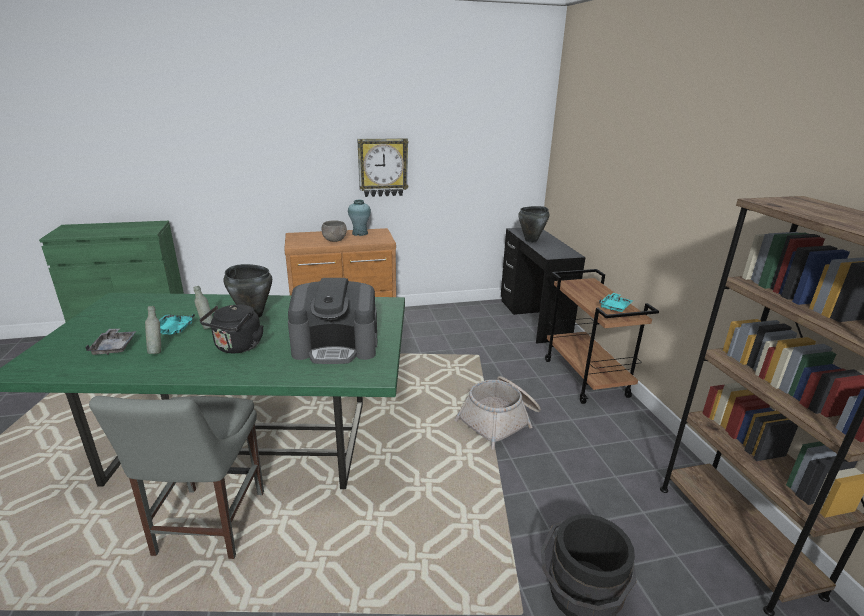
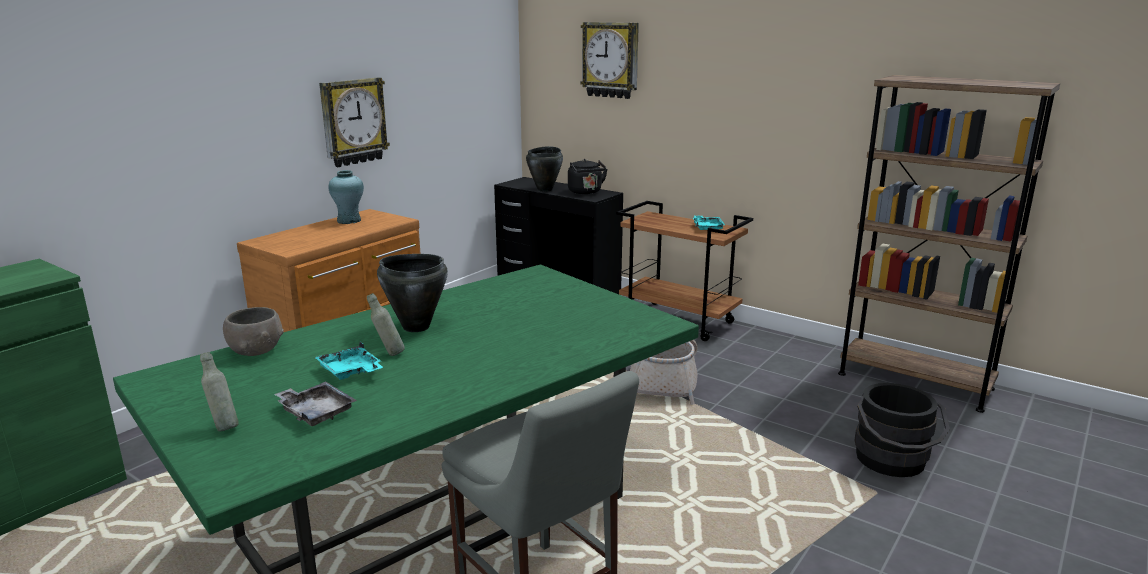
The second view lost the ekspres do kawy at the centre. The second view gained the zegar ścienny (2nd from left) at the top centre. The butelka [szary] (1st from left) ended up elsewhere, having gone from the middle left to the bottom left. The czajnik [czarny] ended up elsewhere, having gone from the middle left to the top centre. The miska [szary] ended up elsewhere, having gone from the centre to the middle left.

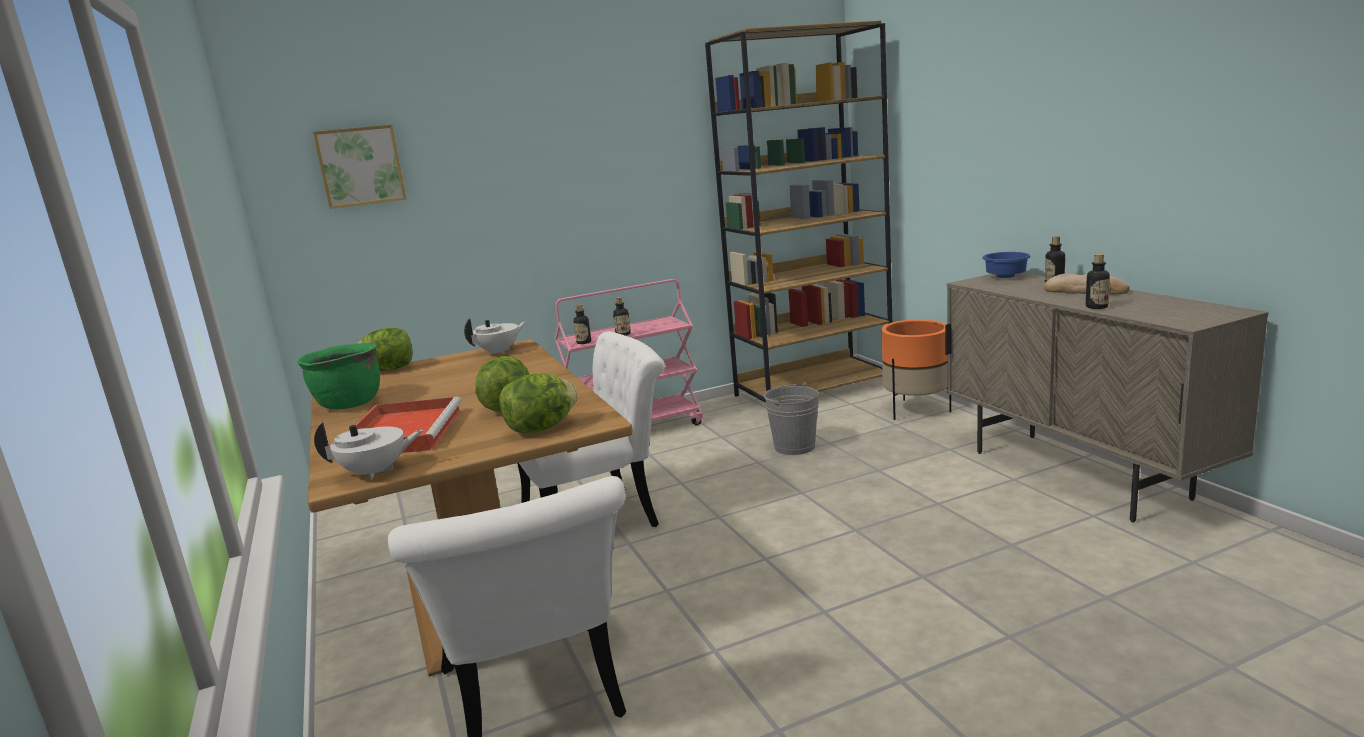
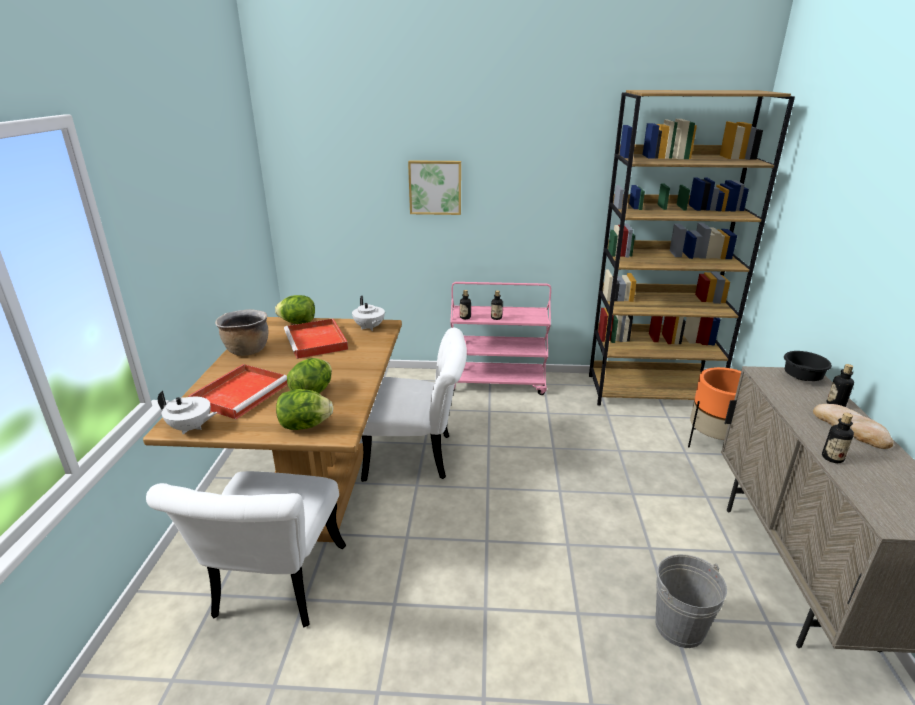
The second view gained the taca [czerwony] (2nd from left) at the centre. The obraz ended up elsewhere, having gone from the top left to the top centre. The wiadro [szary] ended up elsewhere, having gone from the centre to the bottom right. What was the garnek [zielony] at the middle left turned into the garnek [brązowy] at the middle left. What was the miska [niebieski] at the middle right turned into the miska [czarny] at the middle right. The imbryk [biały] (2nd from left) at the centre ended up facing another way, 75 degrees clockwise from before.

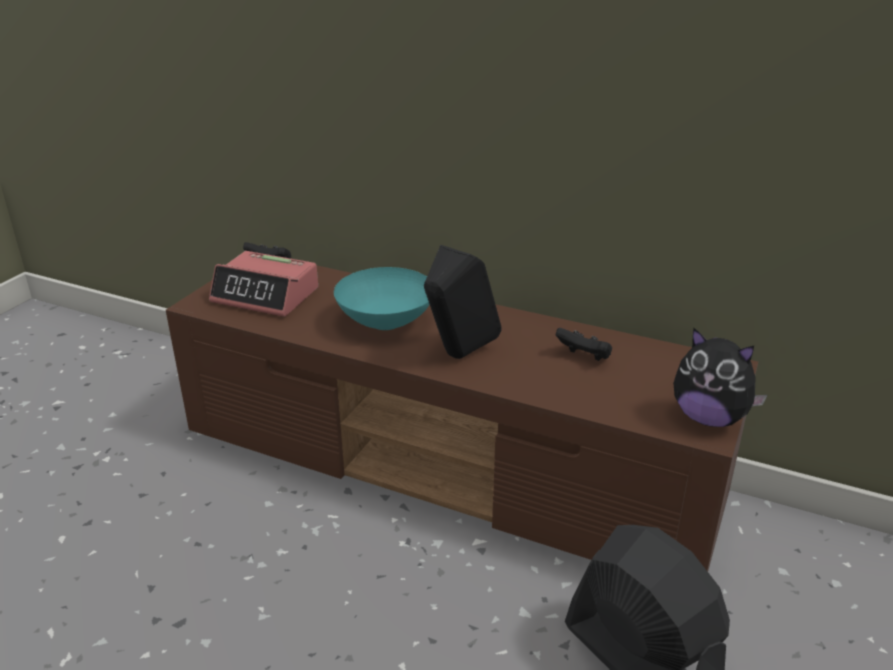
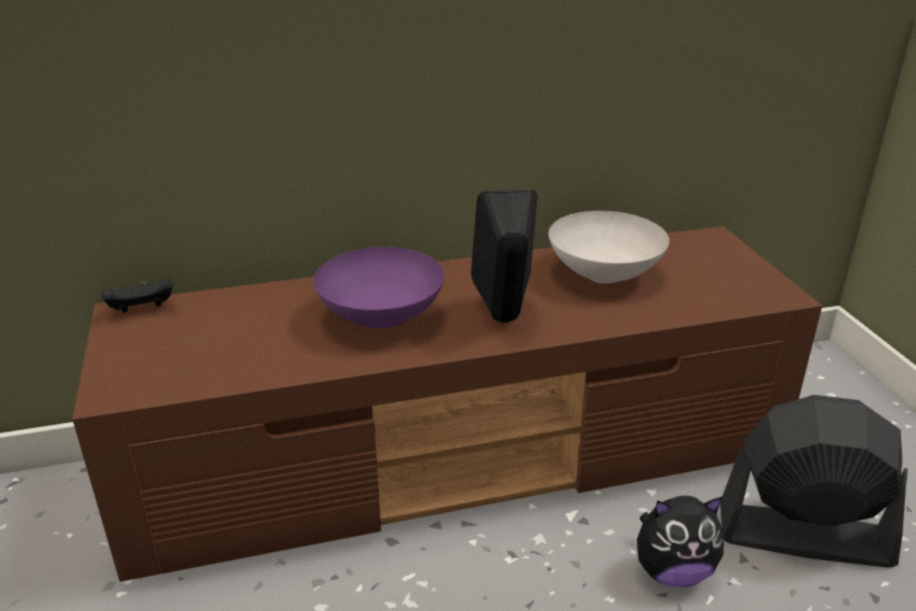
The second view lost the budzik at the middle left. The pluszak ended up elsewhere, having gone from the middle right to the bottom right. Where the pad do gier [czarny] (2nd from left) stood at the centre, the miska [biały] came to stand at the centre. What was the miska [turkusowy] at the centre turned into the miska [fioletowy] at the centre.

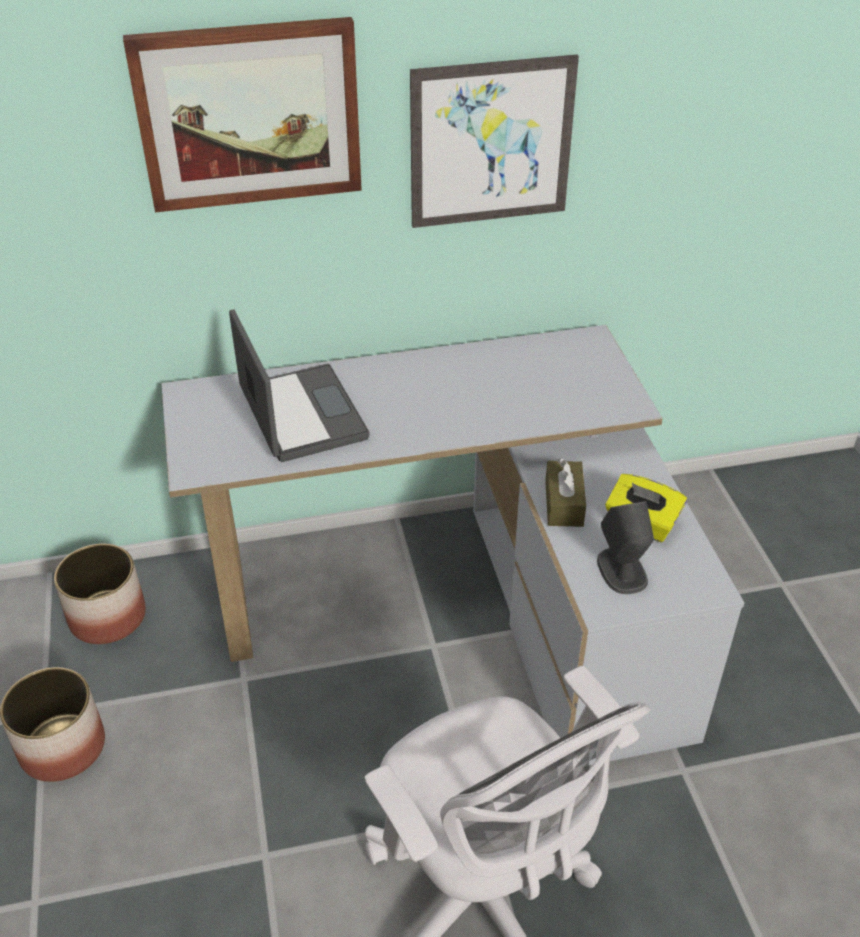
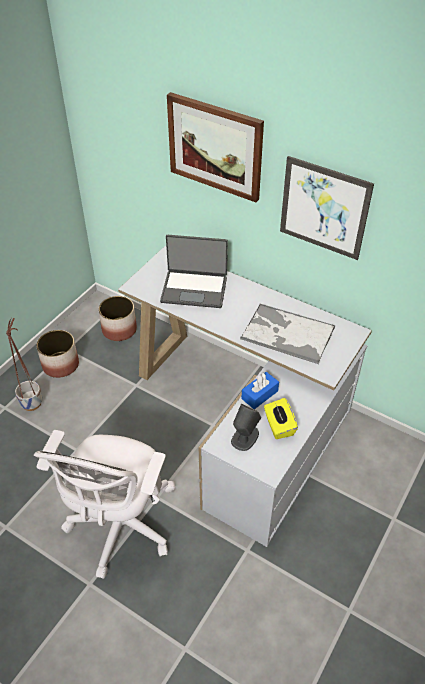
The second view gained the donica (1st from left) at the middle left. The second view gained the taca at the middle right. What was the pudełko chusteczek [brązowy] at the centre turned into the pudełko chusteczek [niebieski] at the centre. The laptop at the centre ended up facing another way, 75 degrees clockwise from before.

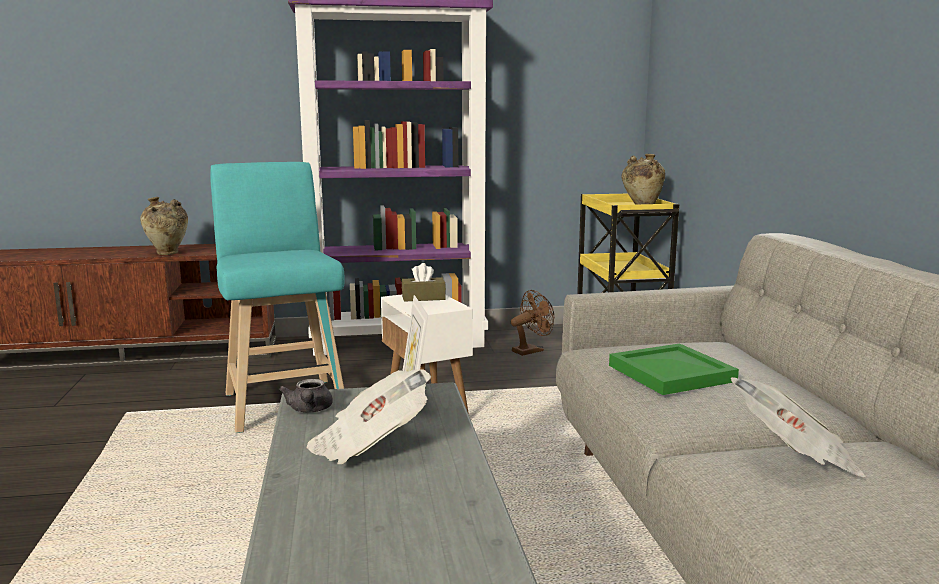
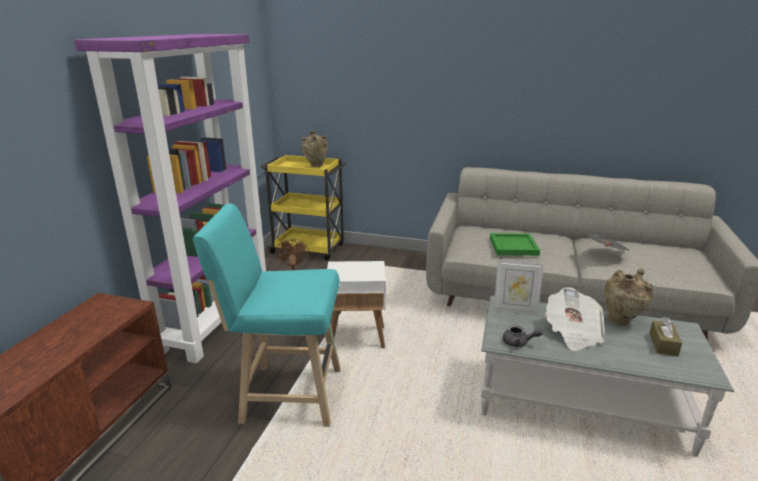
The wazon [beżowy] (1st from left in the first image) ended up elsewhere, having gone from the middle left to the middle right. The pudełko chusteczek [brązowy] ended up elsewhere, having gone from the centre to the bottom right.

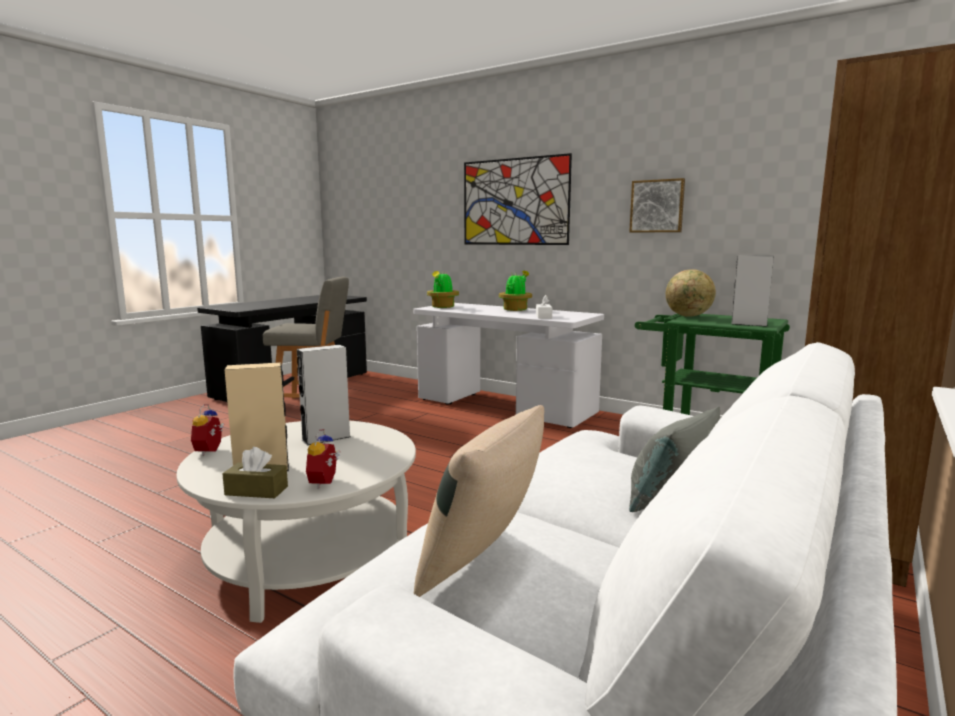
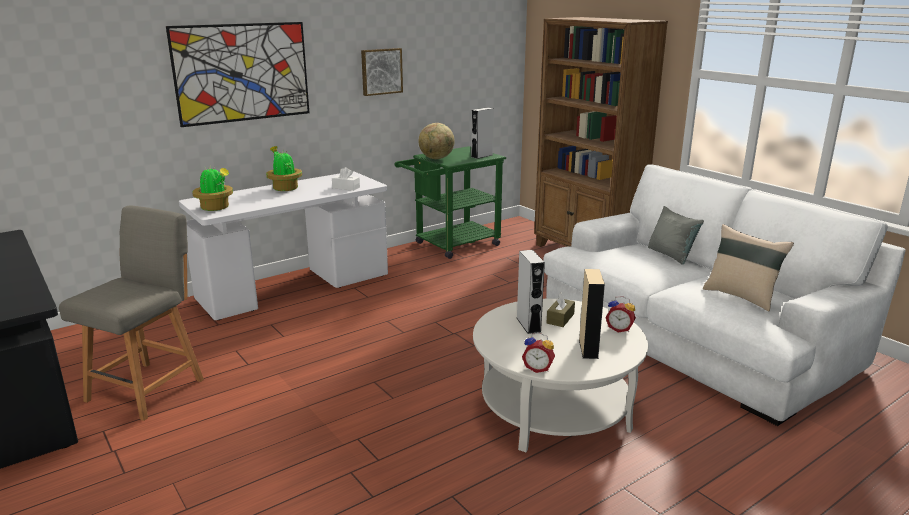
The pudełko chusteczek [brązowy] ended up elsewhere, having gone from the middle left to the centre.

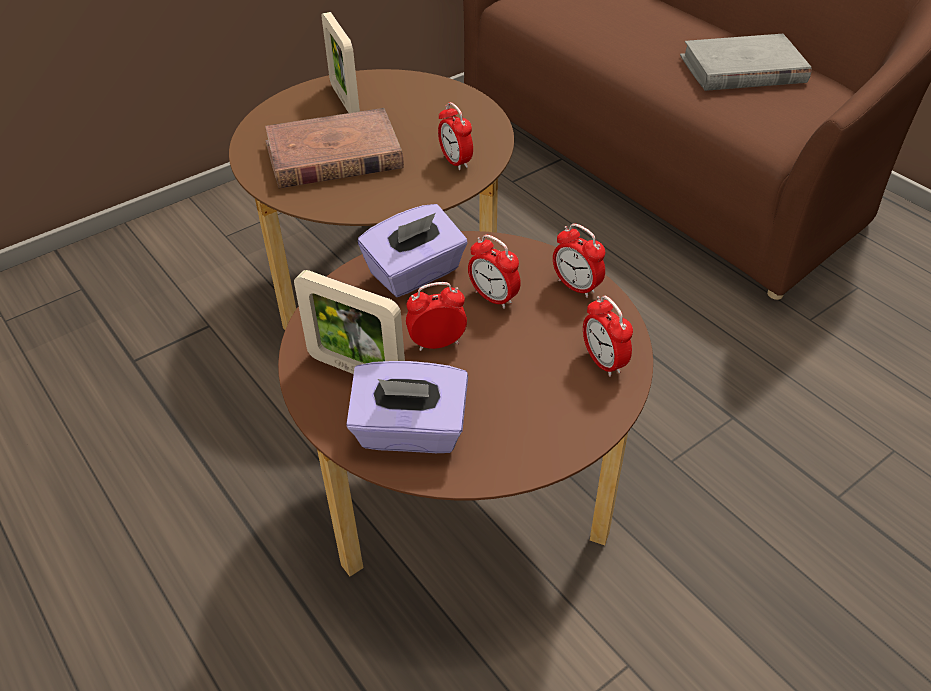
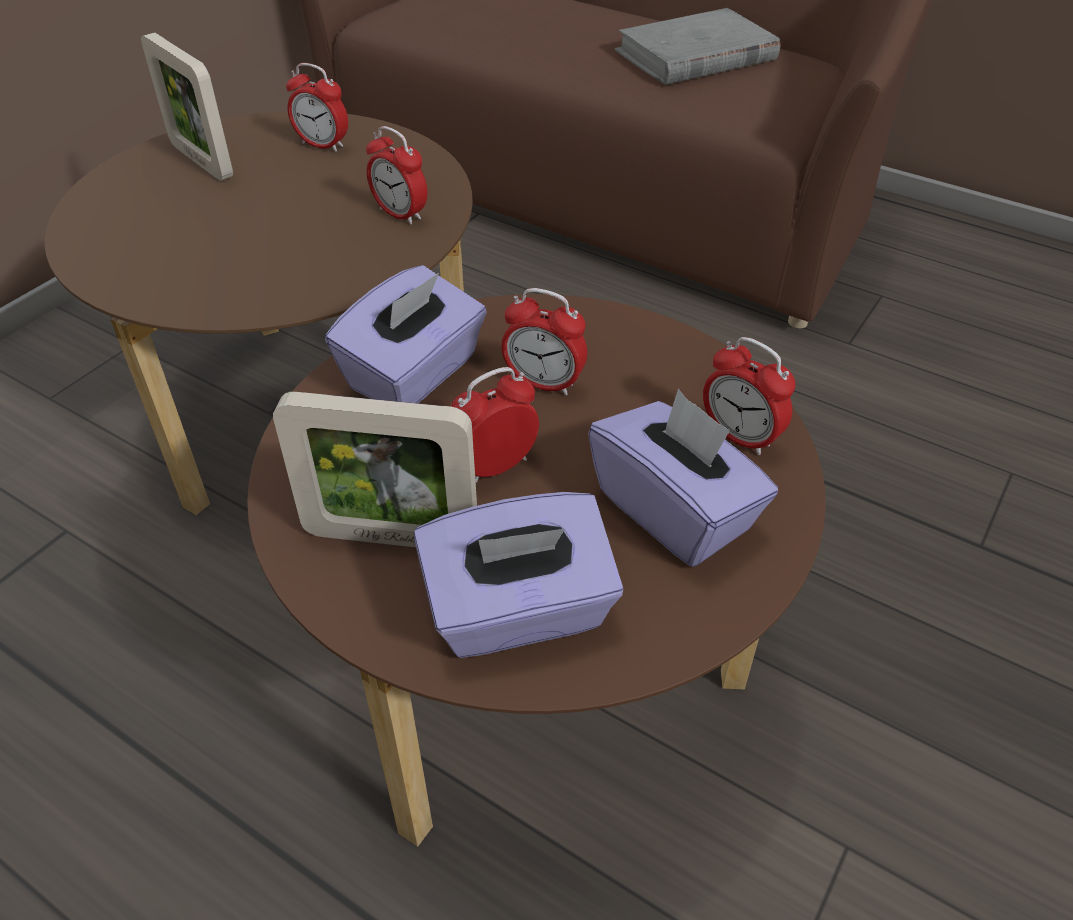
The second view lost the książka [brązowy] at the top centre. The second view gained the pudełko chusteczek [fioletowy] (3rd from left) at the centre. The budzik (4th from left in the first image) ended up elsewhere, having gone from the centre to the top left.

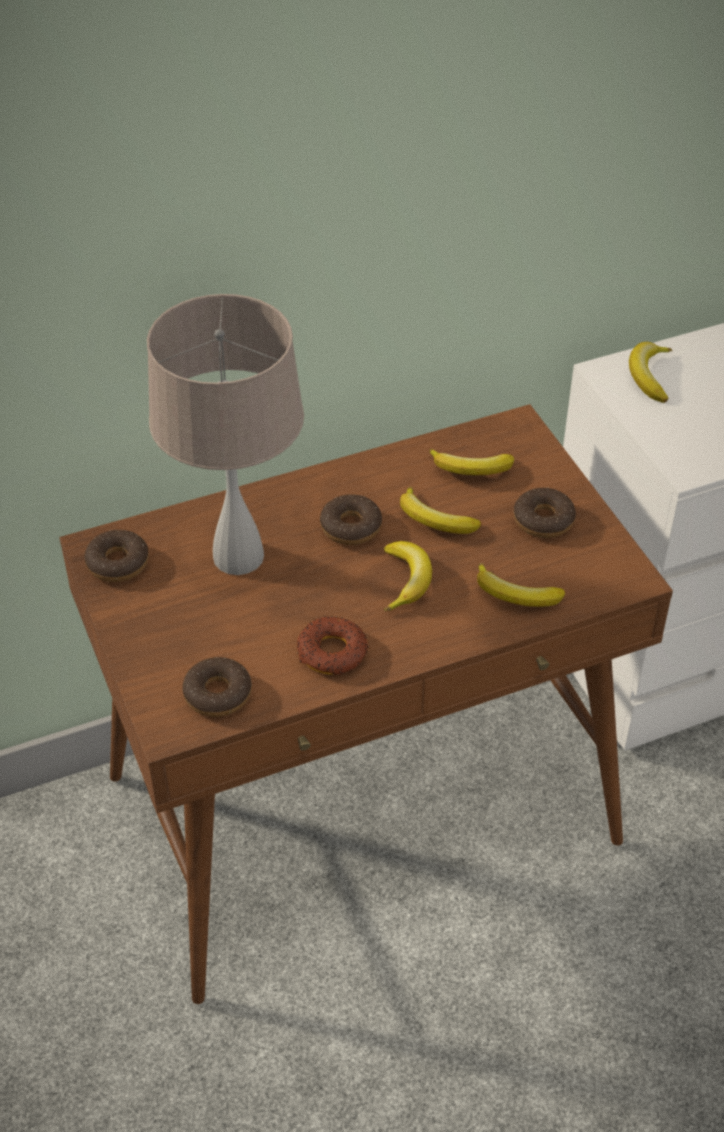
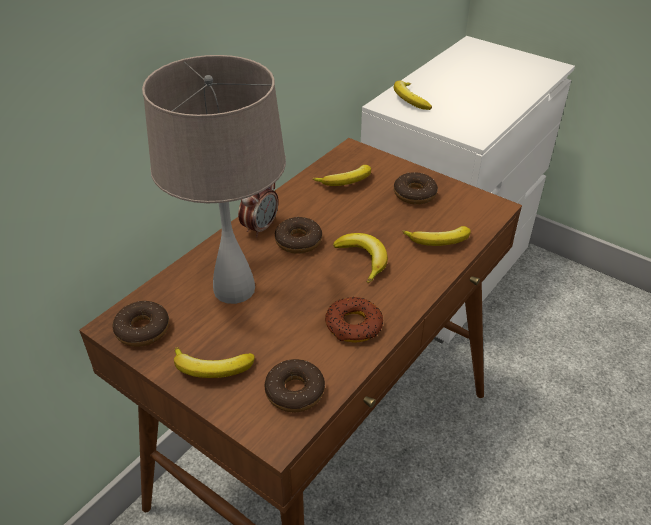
The second view gained the budzik at the centre. The banan (2nd from left in the first image) ended up elsewhere, having gone from the centre to the bottom left.

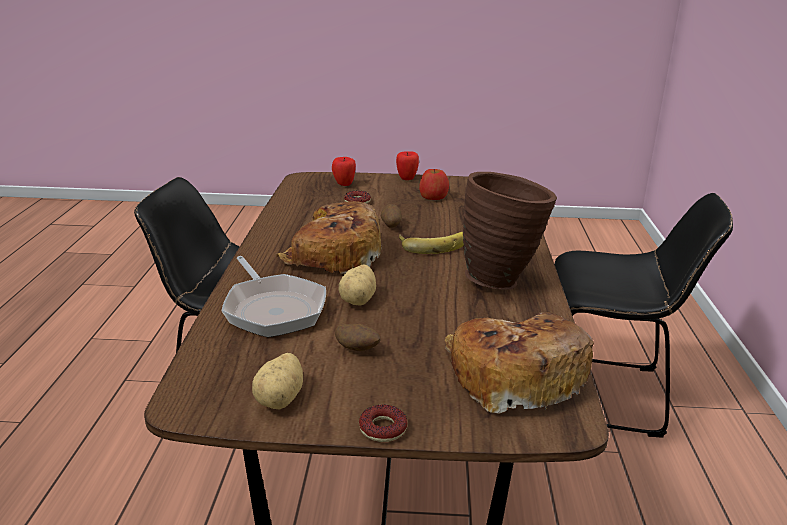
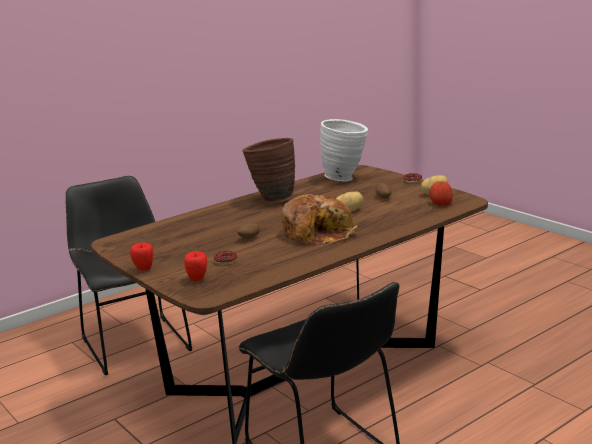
The second view lost the patelnia at the centre. The second view lost the banan at the centre. The jabłko (3rd from left) ended up elsewhere, having gone from the centre to the middle right. Where the chleb (2nd from left) stood at the bottom centre, the wazon [biały] came to stand at the centre.

